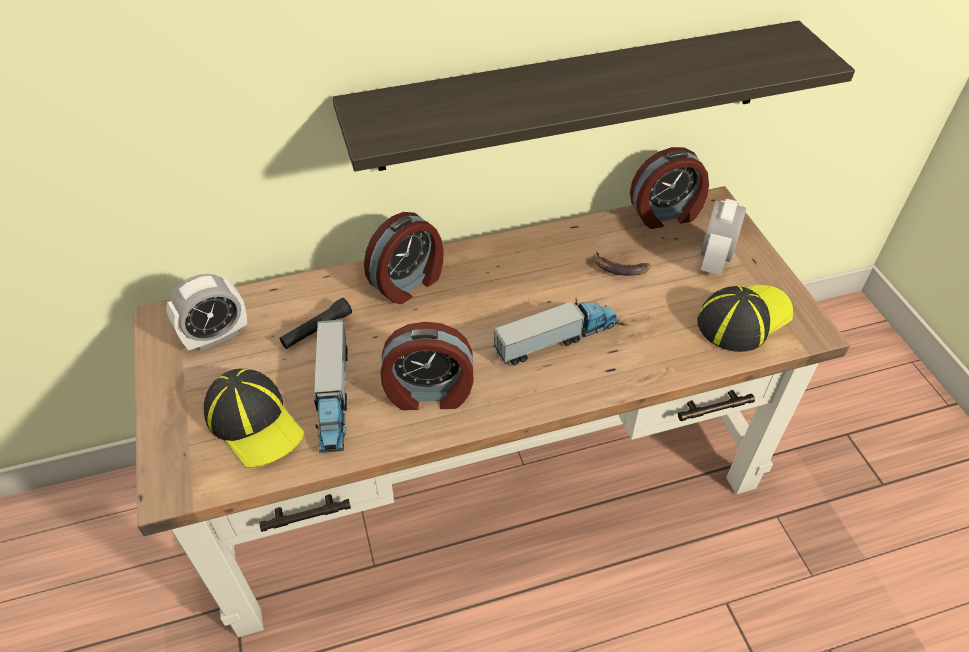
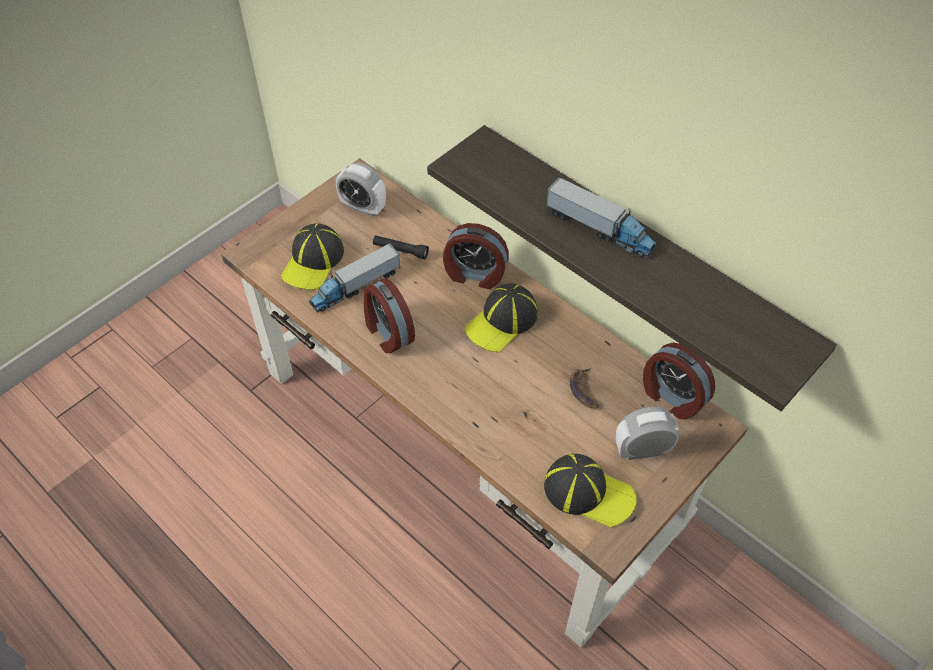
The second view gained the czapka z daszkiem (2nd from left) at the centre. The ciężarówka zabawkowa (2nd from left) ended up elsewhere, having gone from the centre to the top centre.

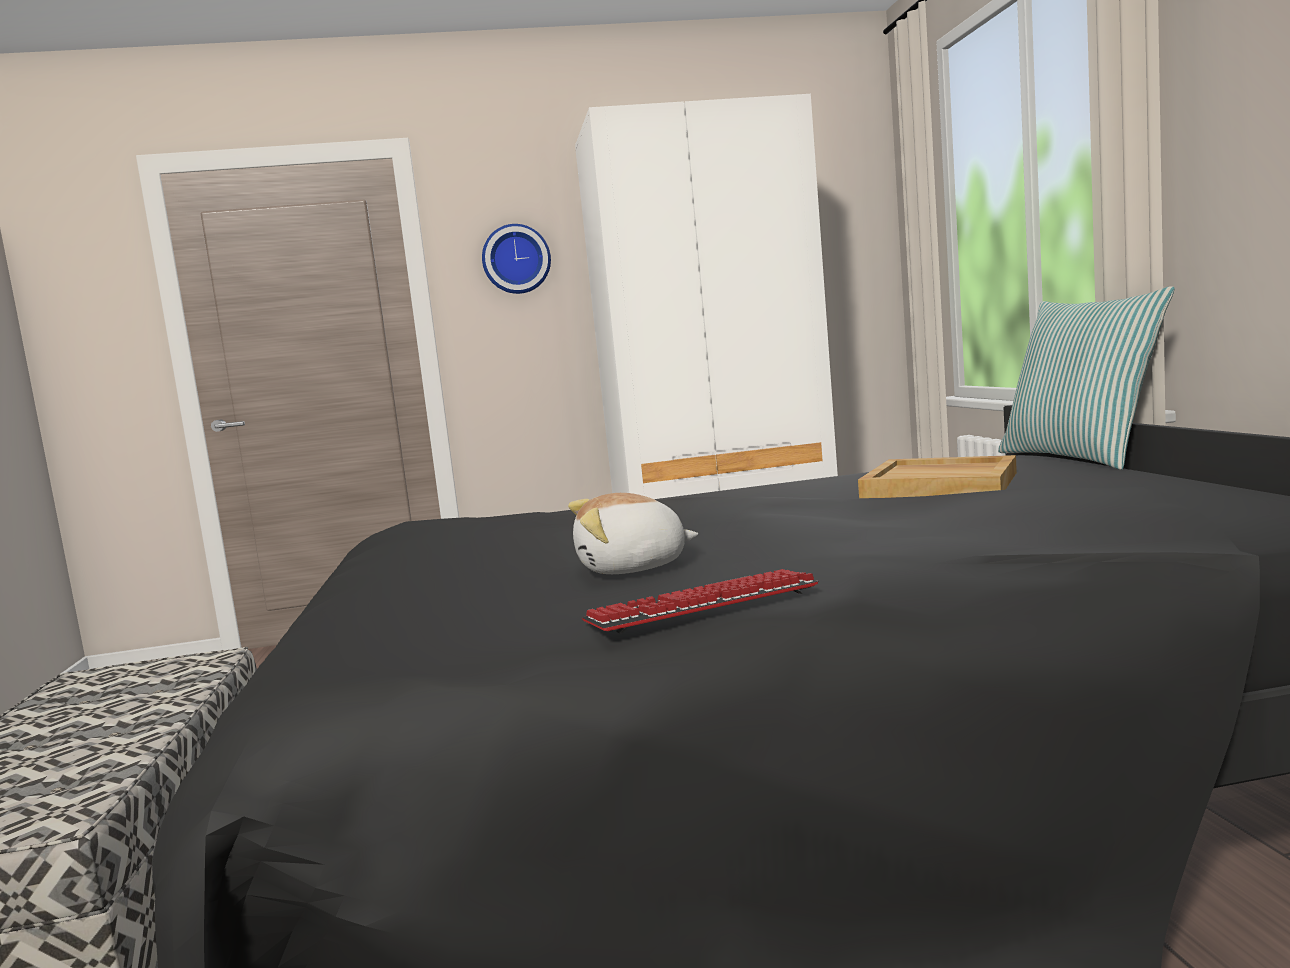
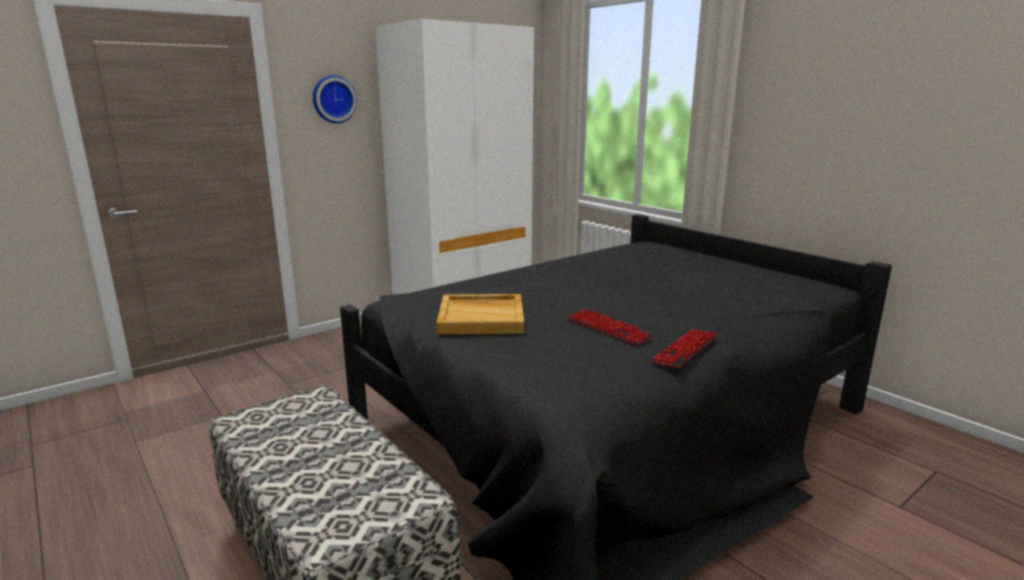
The second view lost the poduszka at the middle right. The taca [beżowy] ended up elsewhere, having gone from the middle right to the centre. Where the pluszak stood at the centre, the klawiatura (1st from left) came to stand at the centre.

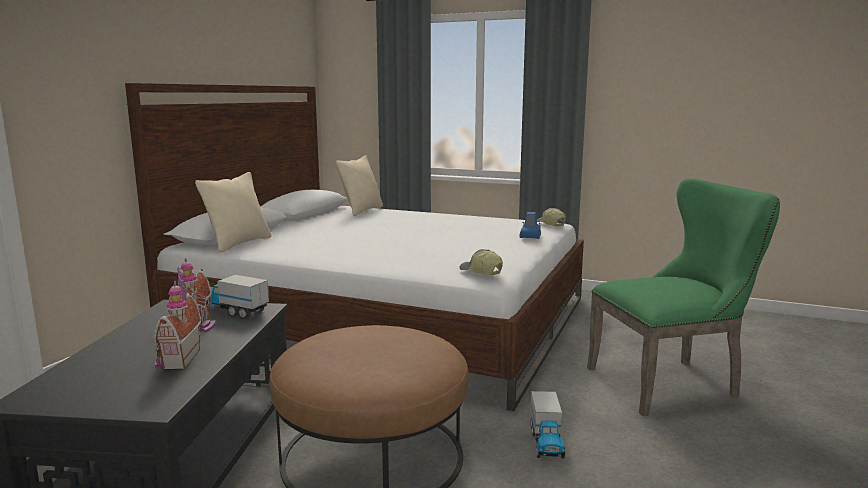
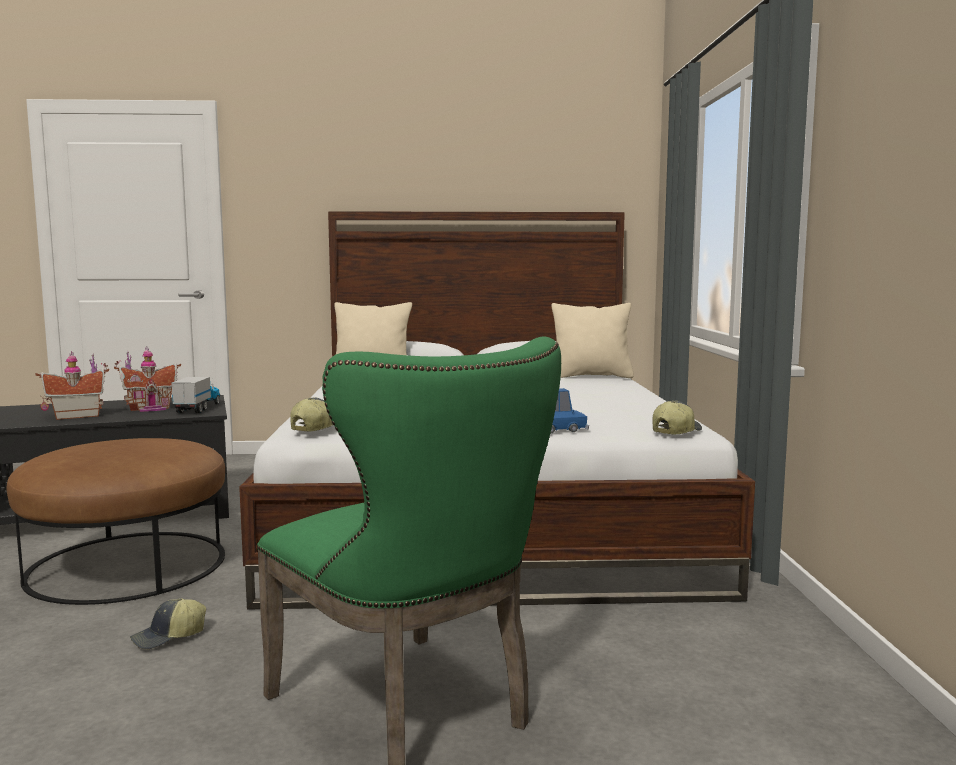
Where the ciężarówka zabawkowa (2nd from left) stood at the bottom centre, the czapka z daszkiem (1st from left) came to stand at the bottom left.

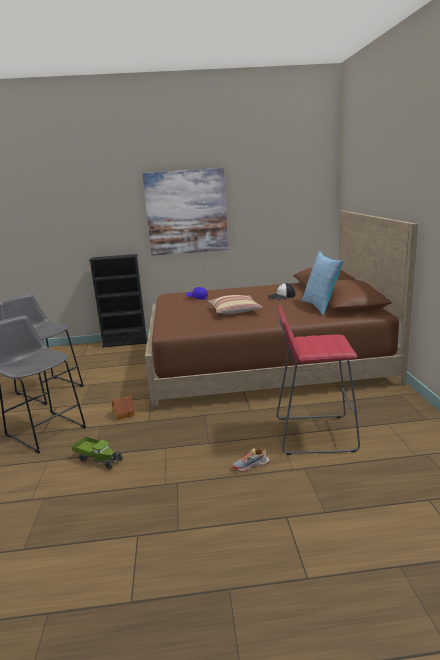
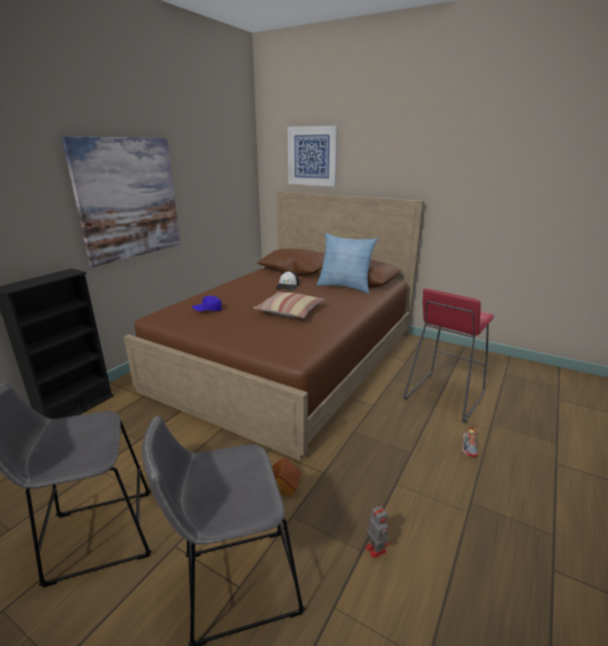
The second view gained the obraz (2nd from left) at the top centre. Where the ciężarówka zabawkowa stood at the bottom left, the robot zabawkowy came to stand at the bottom centre.

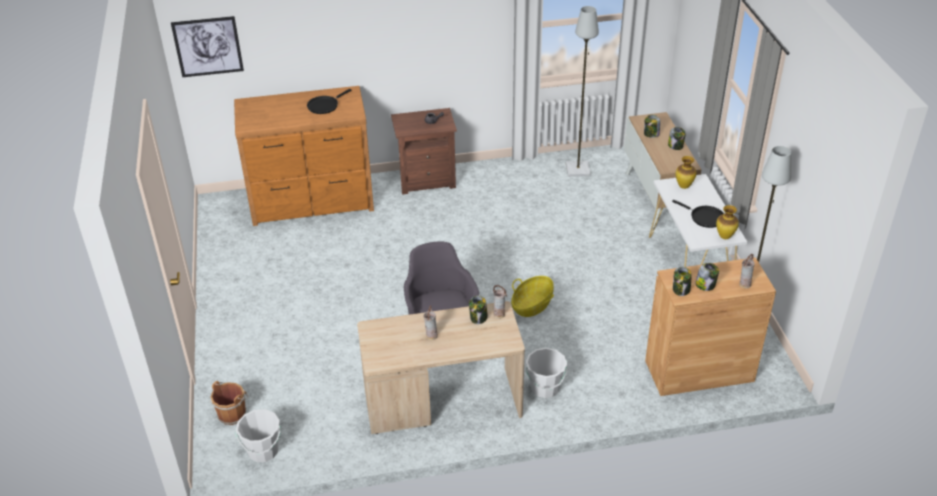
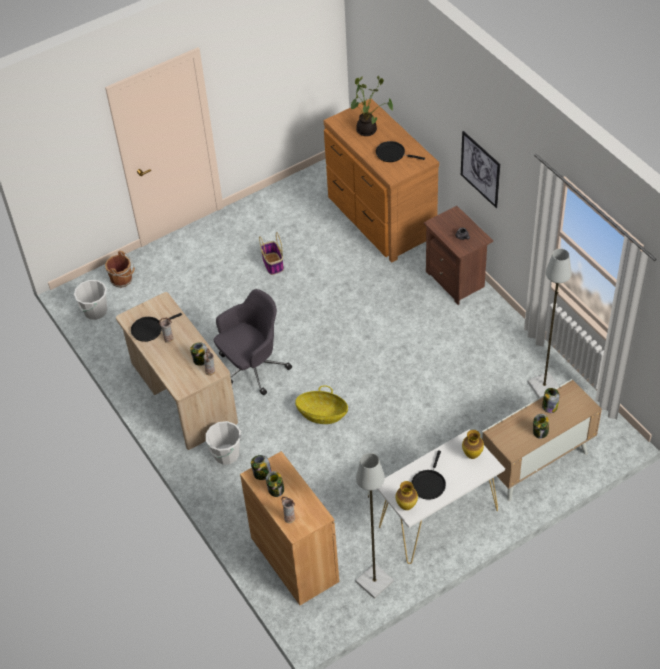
The second view gained the patelnia [czarny] (1st from left) at the middle left. The second view gained the koszyk (1st from left) at the centre. The second view gained the roślina doniczkowa at the top centre. The obraz ended up elsewhere, having gone from the top left to the top right.

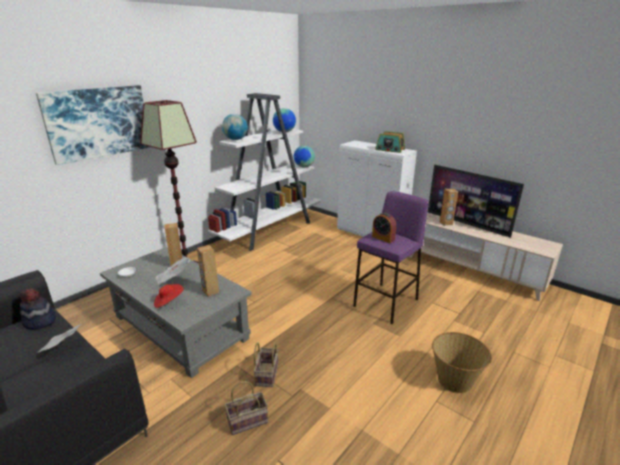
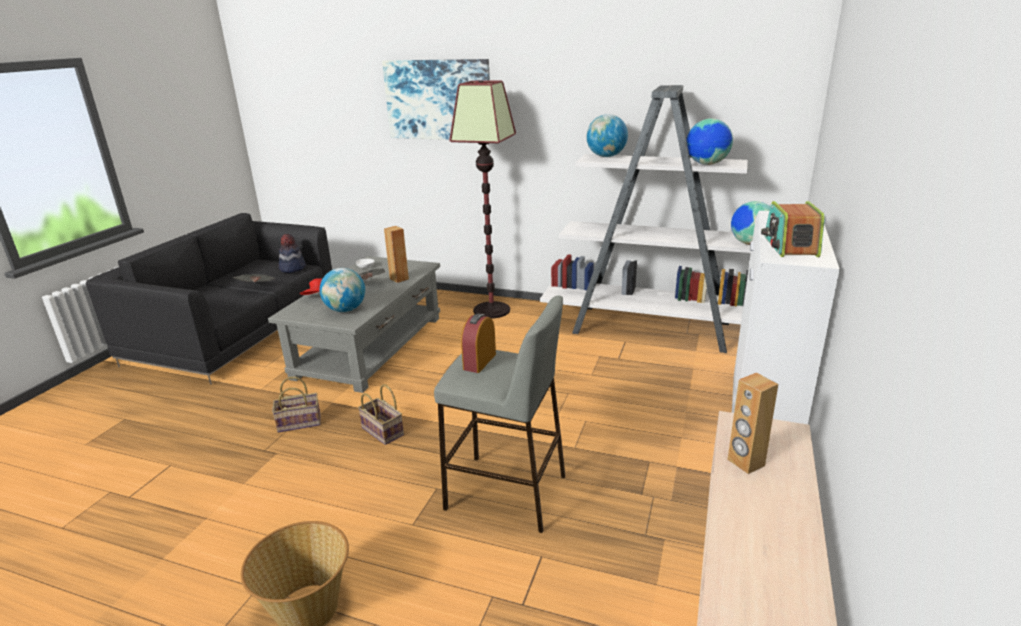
The second view lost the telewizor at the middle right. The koszyk (1st from left in the first image) ended up elsewhere, having gone from the bottom centre to the centre. Where the głośnik [brązowy] (2nd from left) stood at the centre, the globus (1st from left) came to stand at the centre. What was the stołek [fioletowy] at the centre turned into the stołek [szary] at the centre.

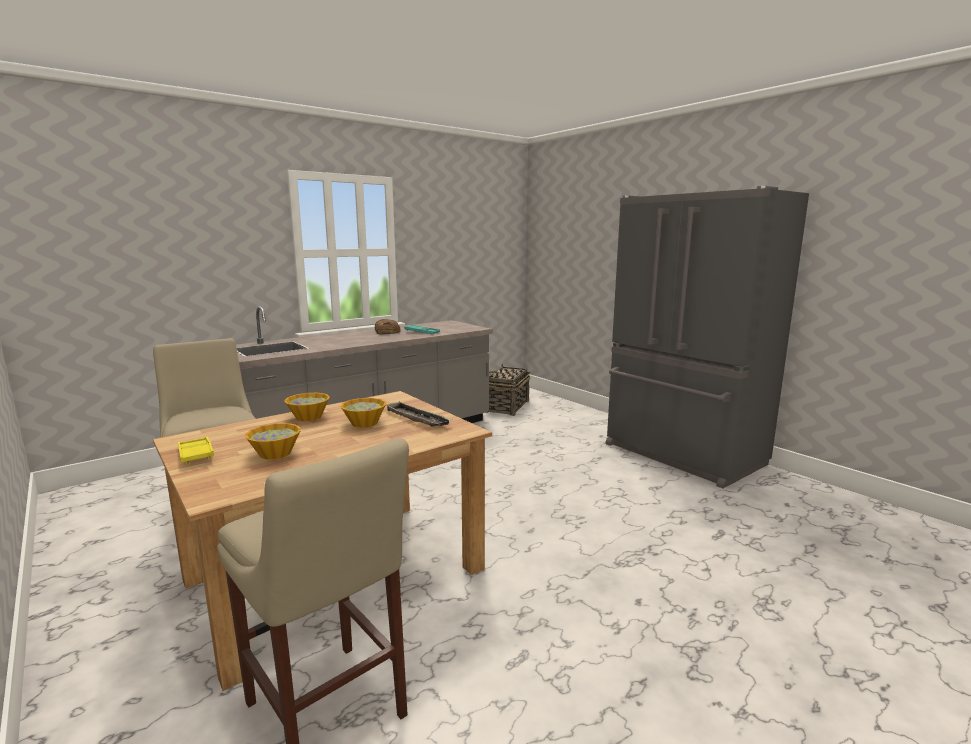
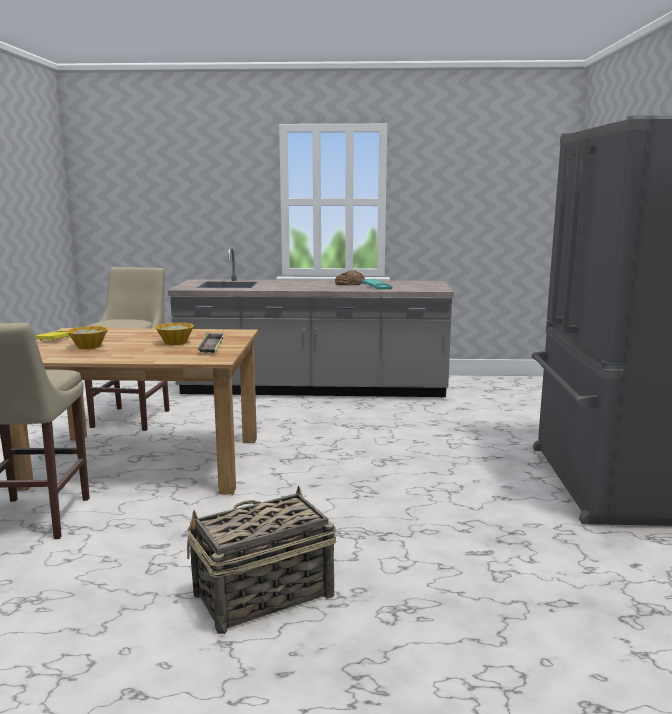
The second view lost the miska (2nd from left) at the middle left. The koszyk ended up elsewhere, having gone from the centre to the bottom centre.

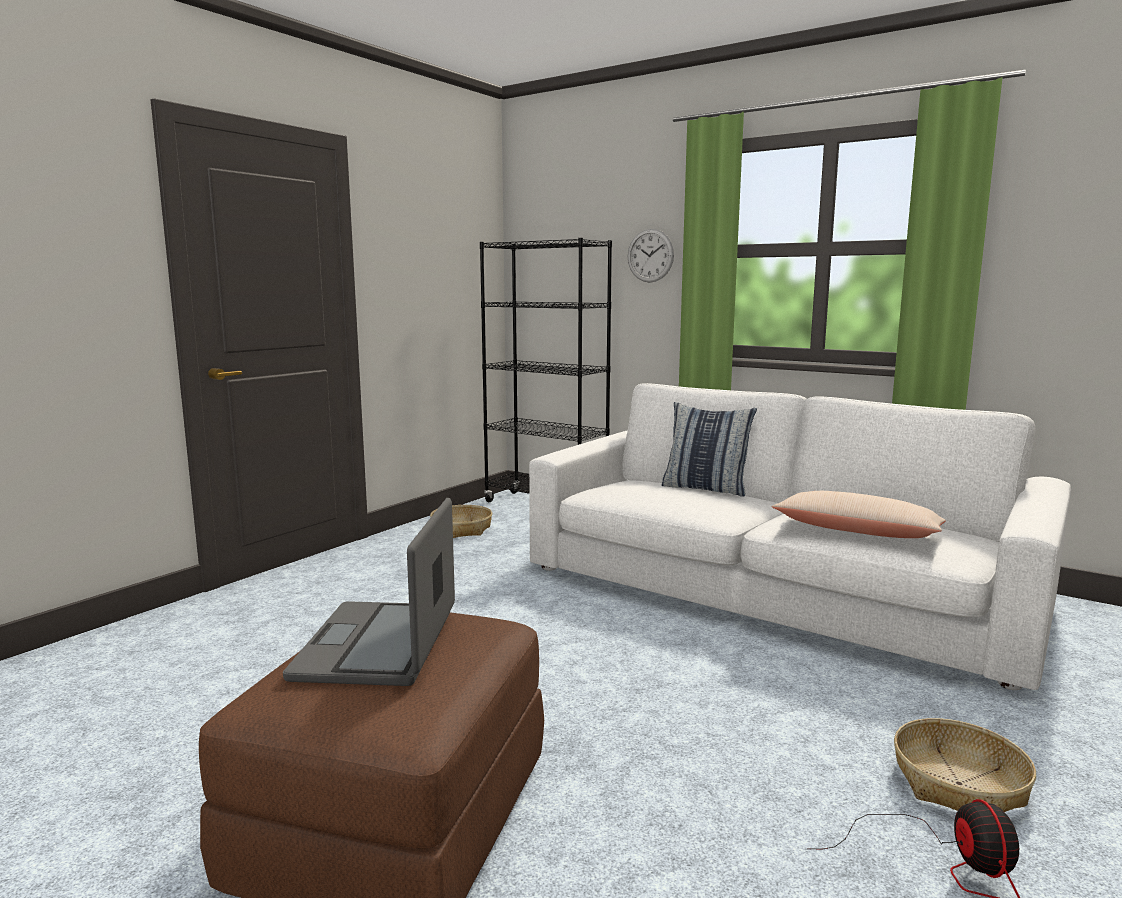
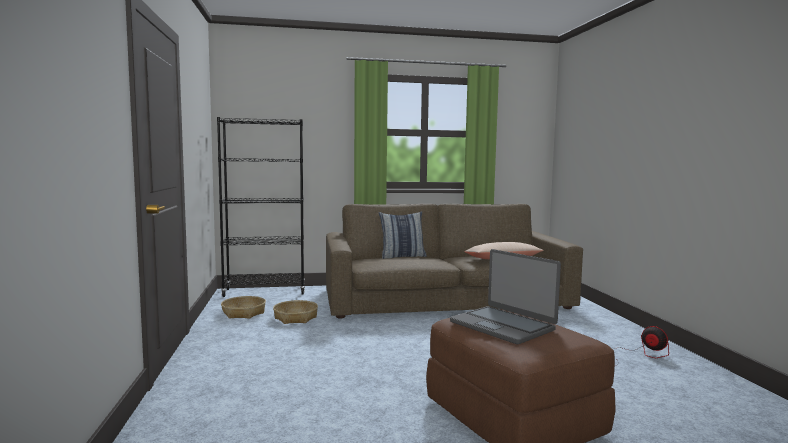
The second view lost the zegar ścienny at the top centre. The koszyk (2nd from left) ended up elsewhere, having gone from the bottom right to the bottom centre. What was the kanapa [biały] at the middle right turned into the kanapa [brązowy] at the centre.

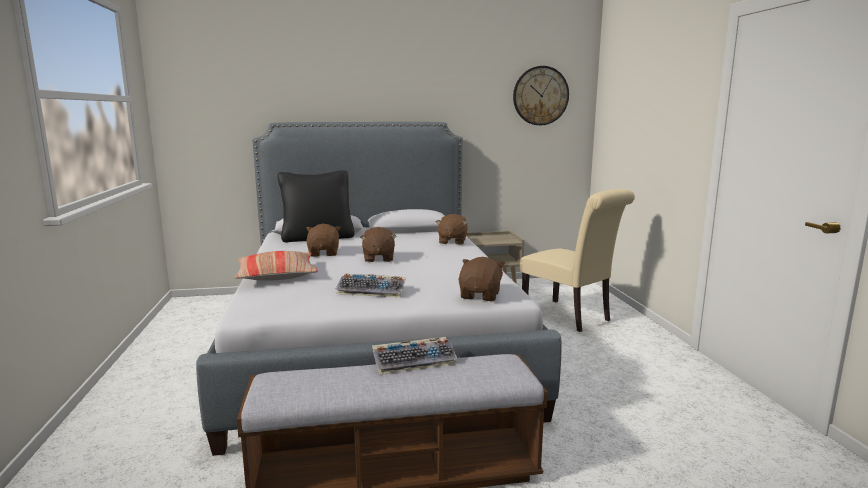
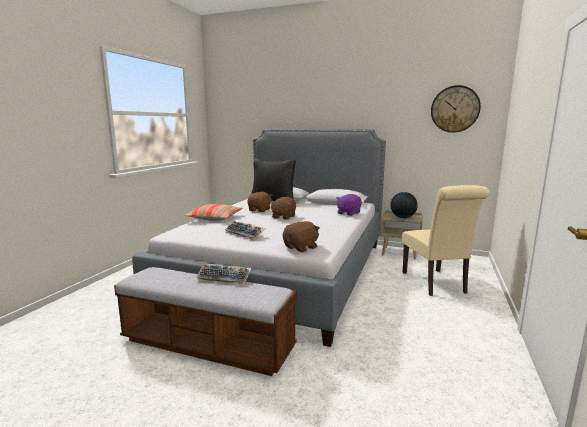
The second view gained the globus at the middle right. What was the pluszak [brązowy] (3rd from left) at the centre turned into the pluszak [fioletowy] at the centre.

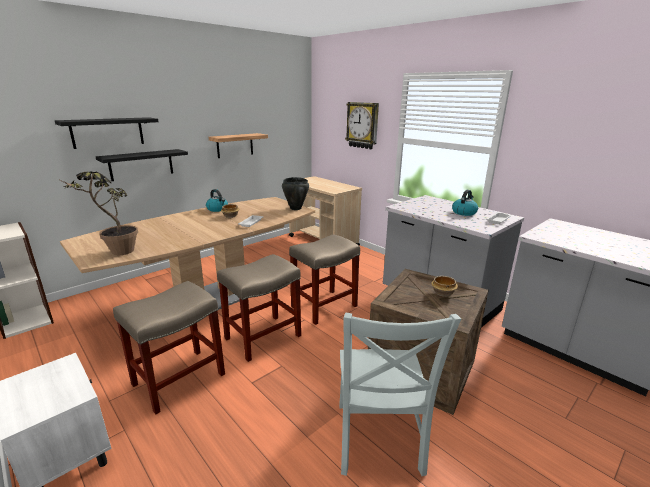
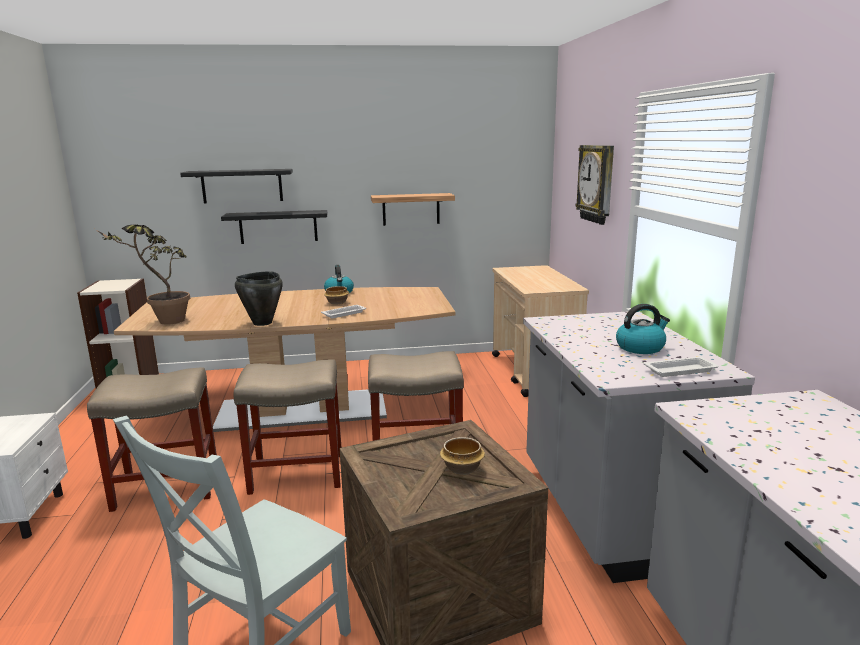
The garnek [czarny] ended up elsewhere, having gone from the centre to the middle left.

